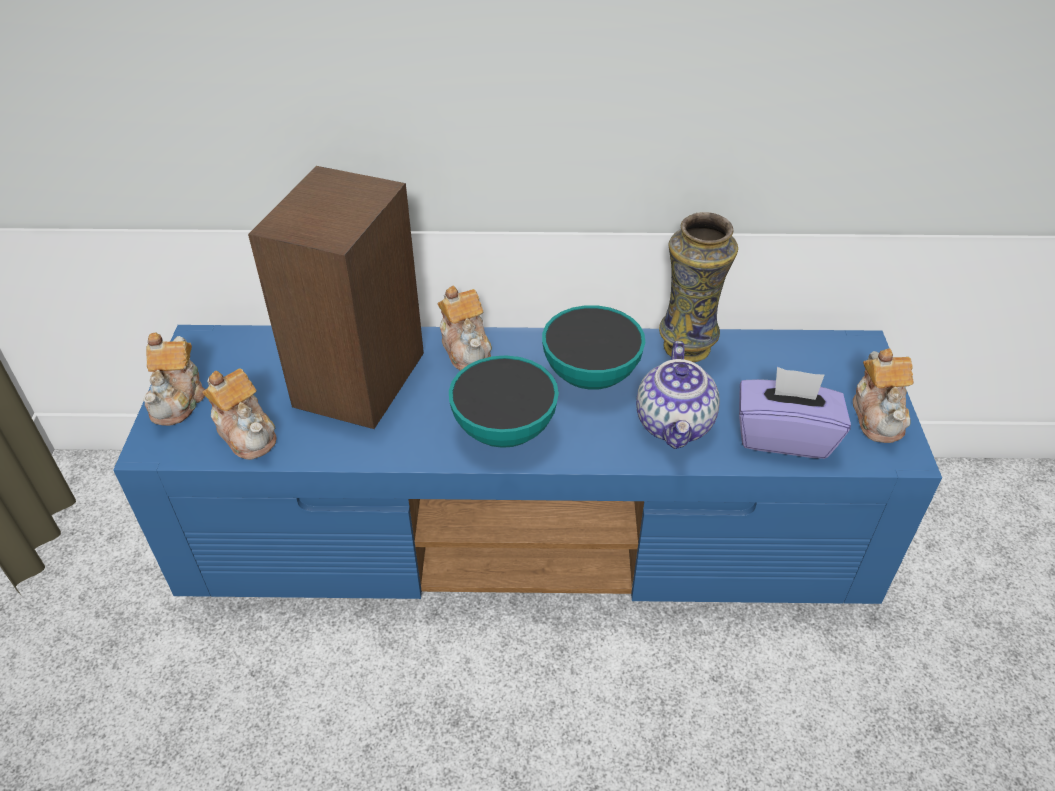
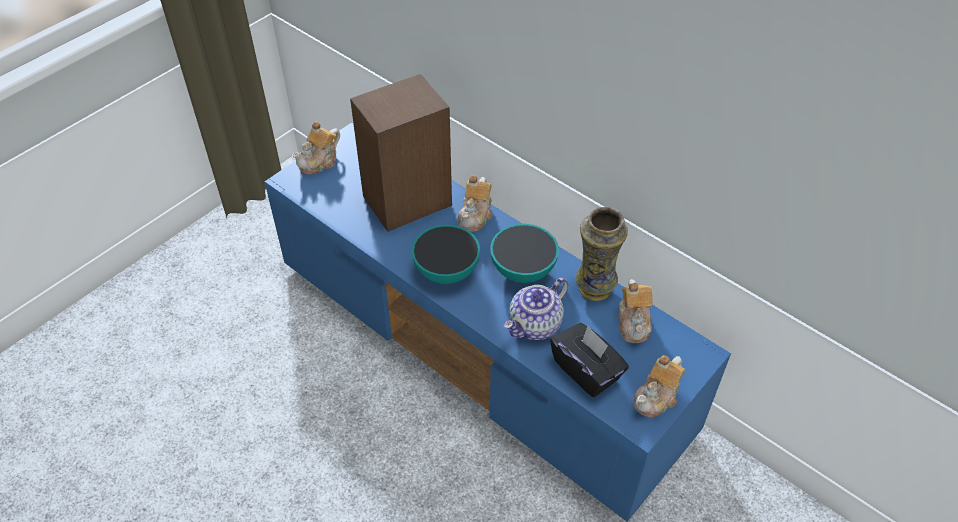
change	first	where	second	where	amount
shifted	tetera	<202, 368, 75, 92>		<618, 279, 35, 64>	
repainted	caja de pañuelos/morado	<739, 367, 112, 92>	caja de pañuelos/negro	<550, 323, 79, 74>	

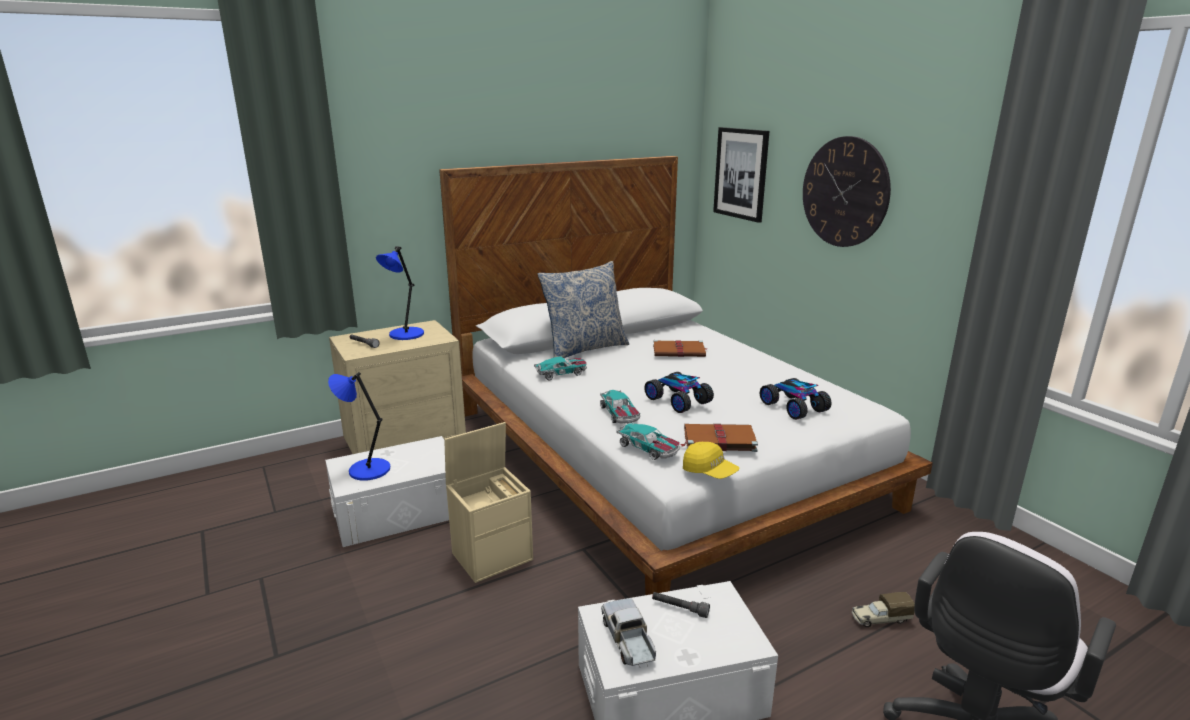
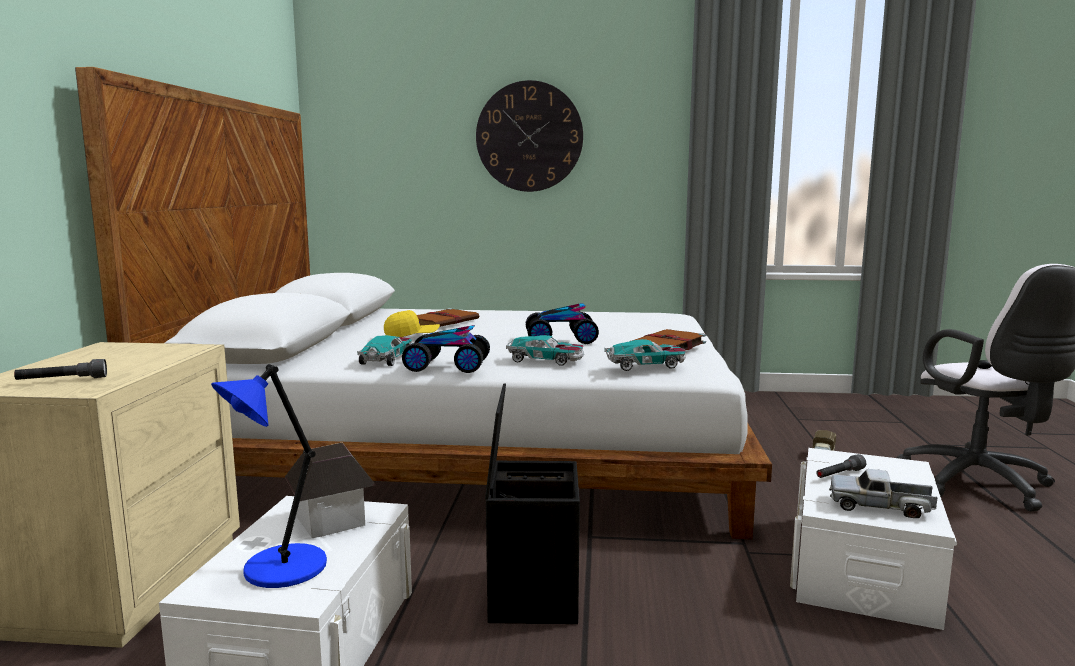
change	first	where	second	where	amount
gone	lámpara de mesa/azul	<376, 246, 48, 94>			
repainted	caja de almacenaje/beis	<444, 422, 89, 161>	caja de almacenaje/negro	<485, 383, 95, 241>	
gone	cojín	<538, 261, 91, 97>			
shifted	gorra/amarillo	<683, 442, 57, 37>		<384, 310, 56, 27>	
gone	cuadro	<713, 127, 56, 96>			
shifted	coche de juguete	<760, 378, 71, 42>		<402, 325, 88, 48>	
new			casita	<285, 443, 91, 95>	

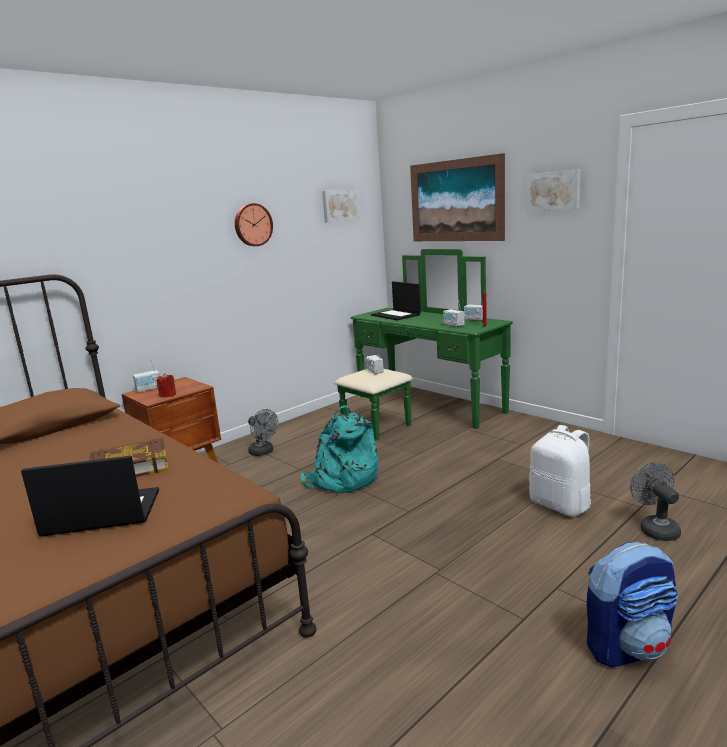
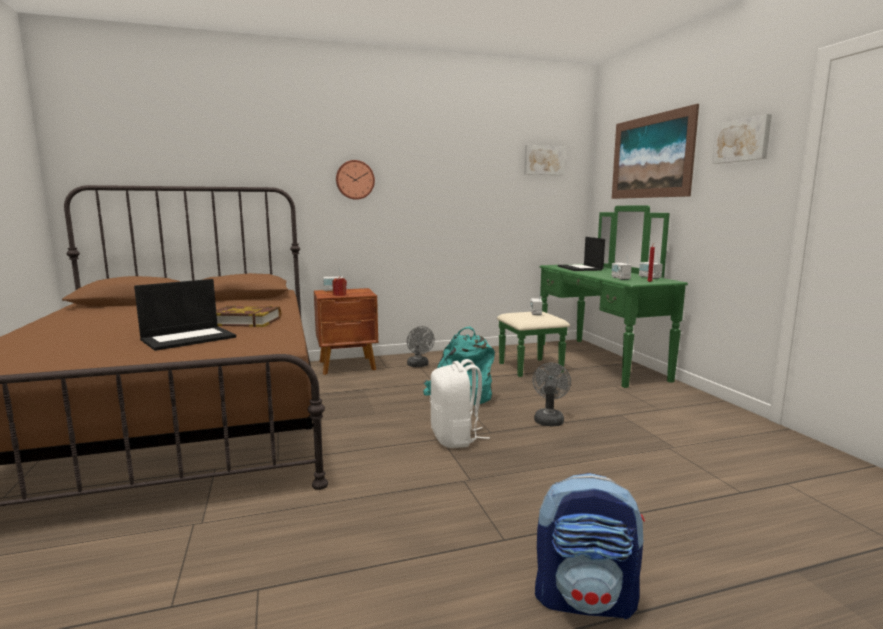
change	first	where	second	where	amount
rotated	portátil	<21, 456, 138, 81>		<134, 279, 102, 72>	120 degrees clockwise
shifted	reloj de pared	<235, 203, 38, 43>		<336, 160, 39, 40>	
shifted	mochila/blanco	<529, 425, 62, 92>		<430, 359, 60, 89>	
shifted	ventilador/gris	<630, 462, 51, 79>		<532, 363, 39, 63>	

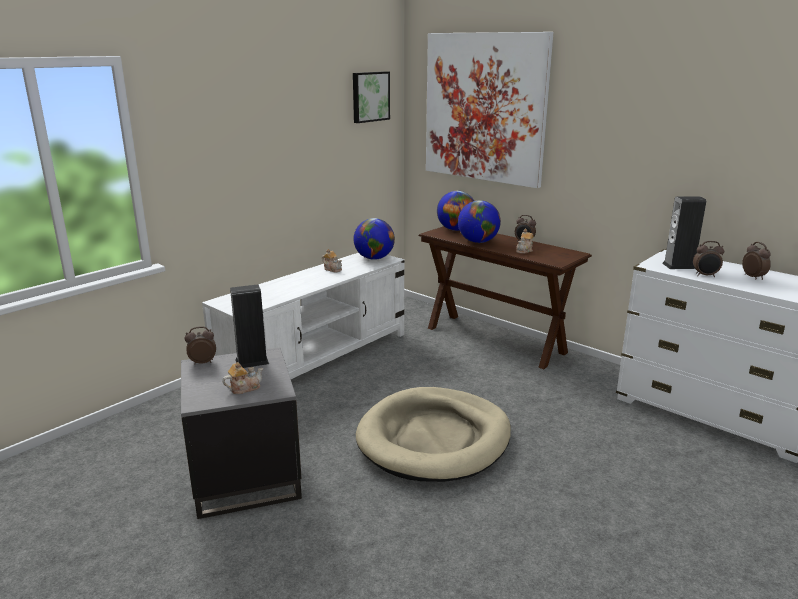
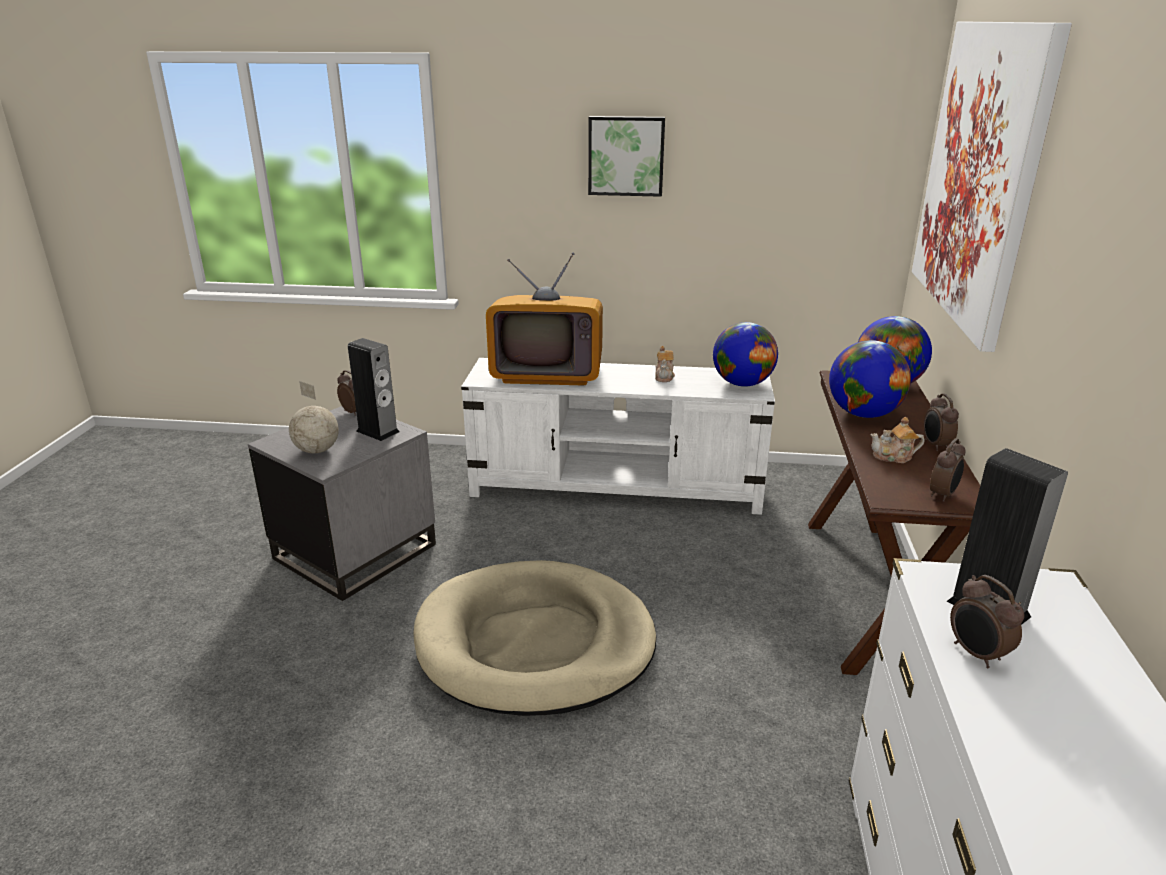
change	first	where	second	where	amount
swapped	tetera	<222, 362, 41, 32>	globo terráqueo	<289, 381, 50, 72>	
shifted	cuadro	<353, 71, 37, 52>		<588, 116, 77, 81>	
shifted	despertador	<742, 242, 29, 38>		<930, 438, 35, 64>	
new			televisor	<486, 252, 117, 133>	

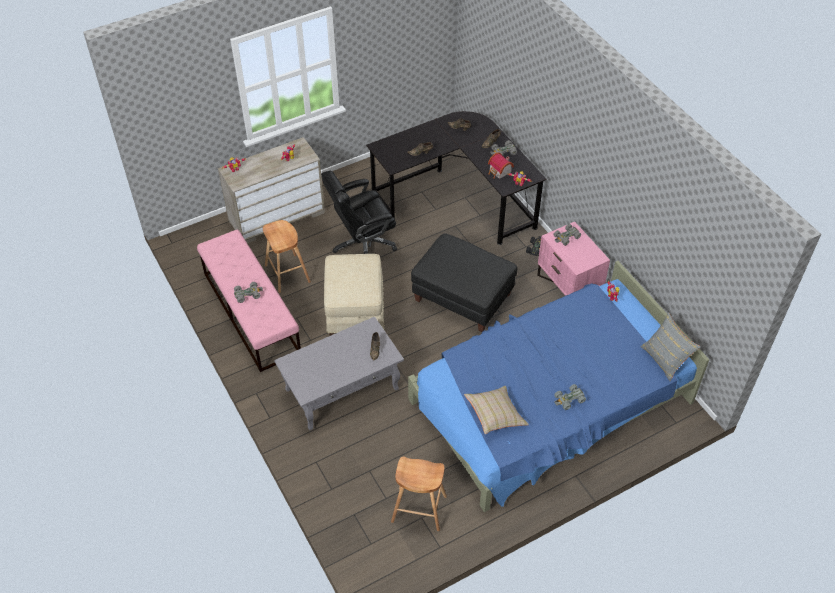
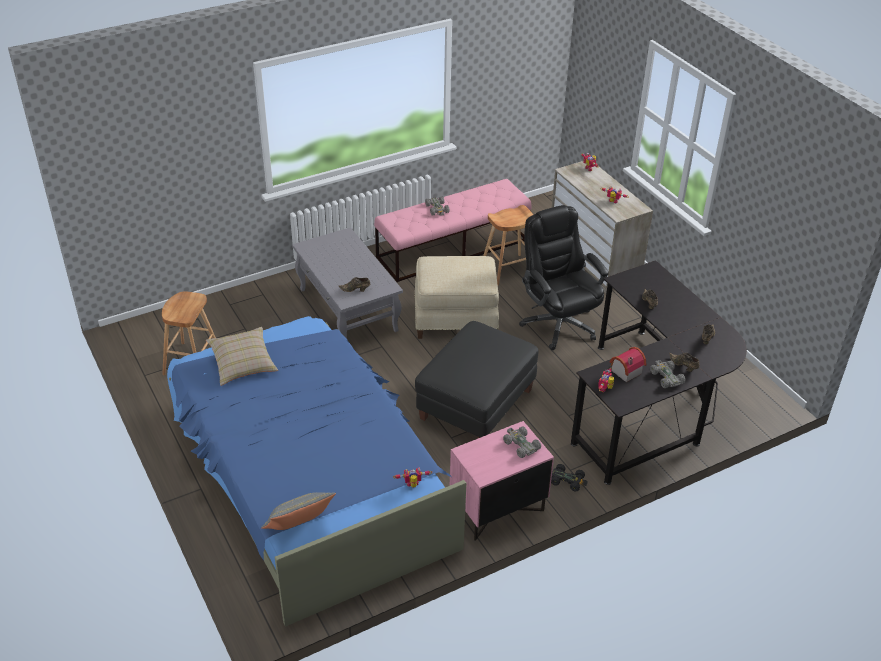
change	first	where	second	where	amount
gone	coche de juguete/gris	<554, 384, 32, 26>			

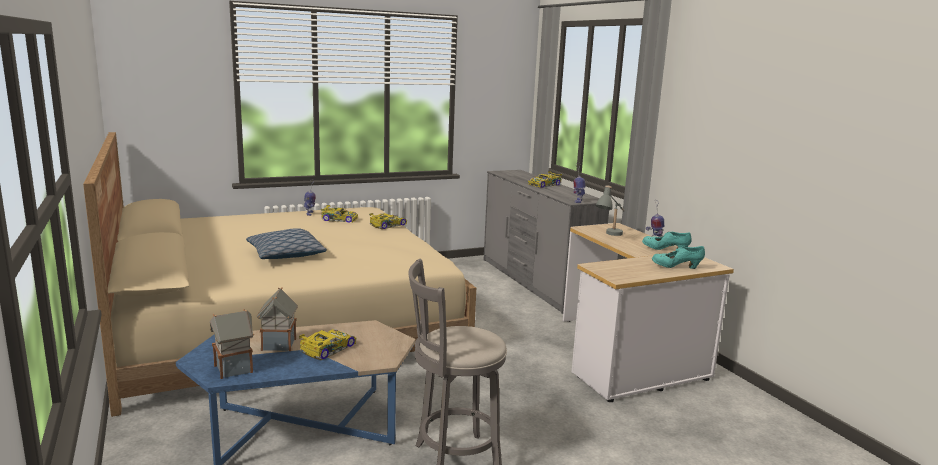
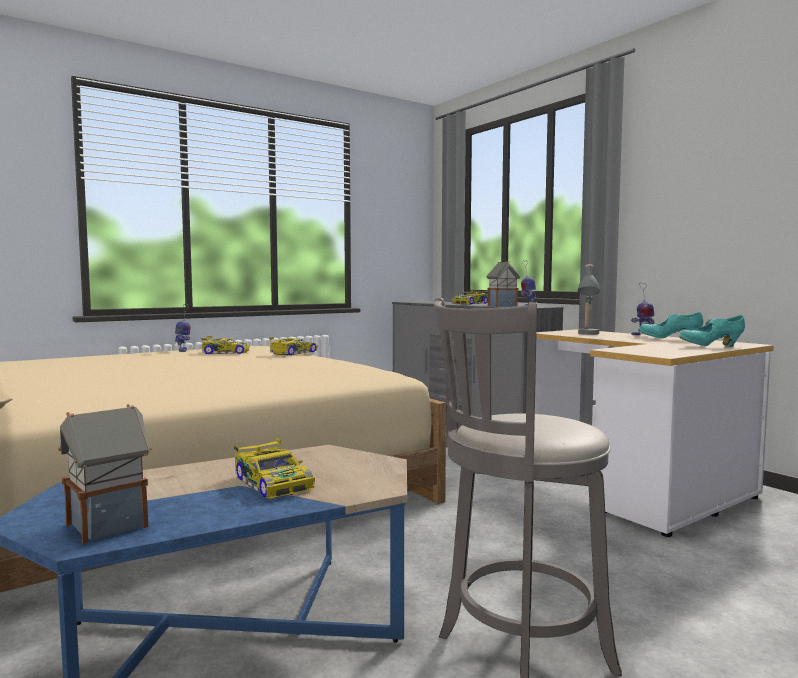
change	first	where	second	where	amount
gone	cojín	<246, 228, 81, 31>			
shifted	casita	<257, 287, 41, 64>		<486, 261, 34, 46>	
rotated	coche de juguete	<299, 329, 57, 31>		<234, 438, 81, 61>	120 degrees clockwise

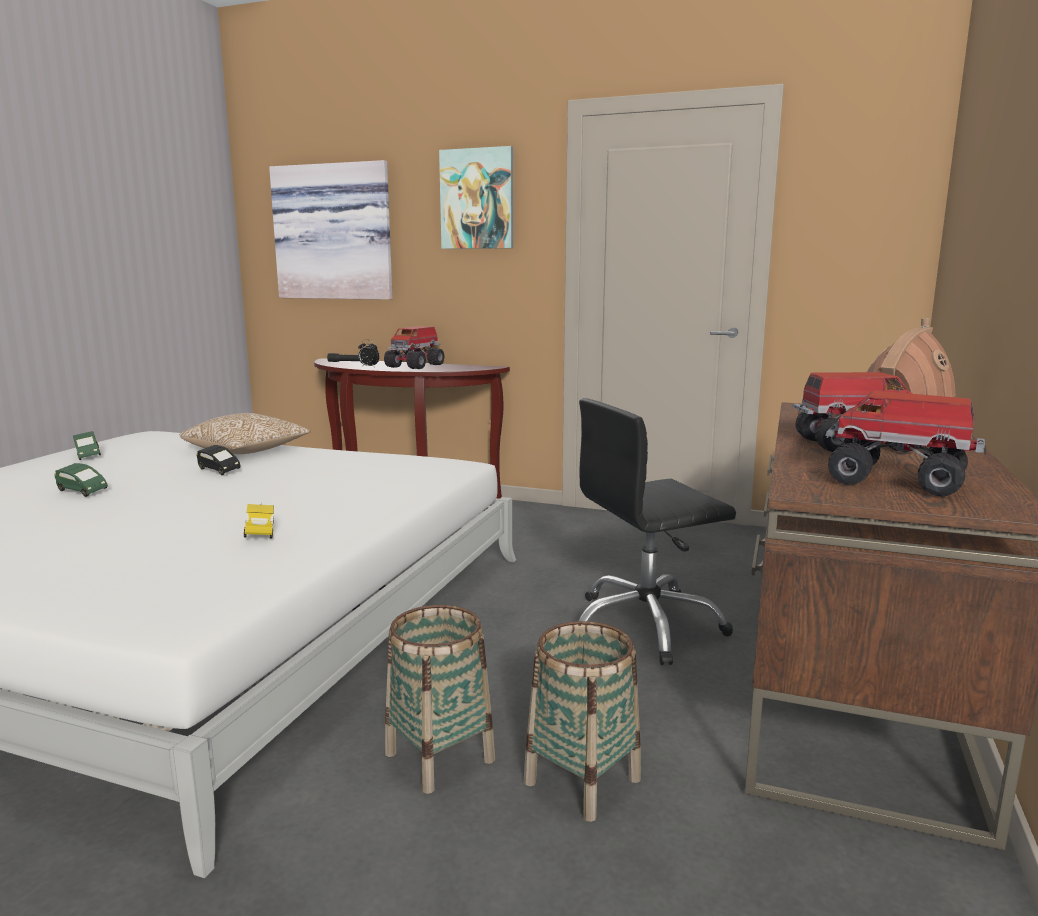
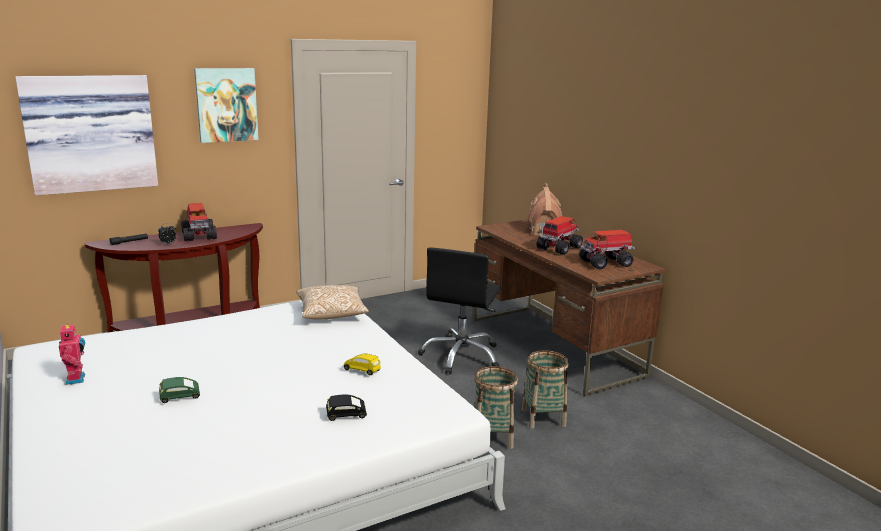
change	first	where	second	where	amount
swapped	coche de juguete/verde	<73, 431, 28, 29>	robot de juguete	<59, 323, 26, 62>	
shifted	cojín	<179, 413, 132, 41>		<297, 285, 72, 35>	
shifted	coche de juguete/negro	<197, 445, 44, 30>		<326, 395, 41, 26>	

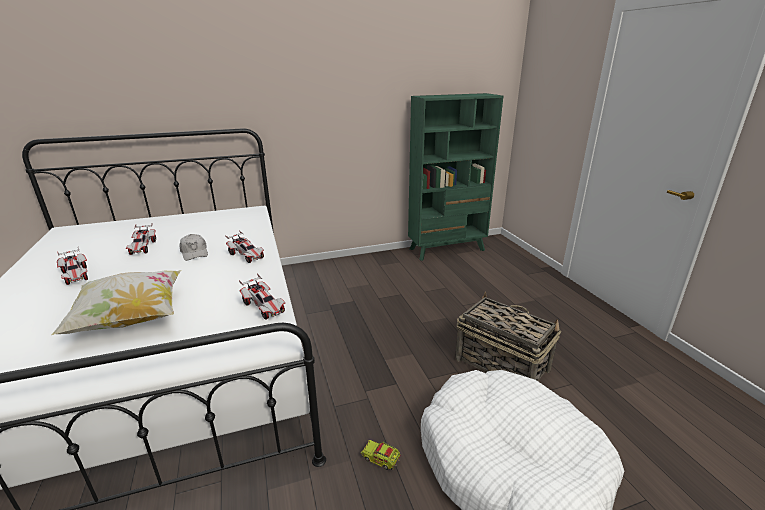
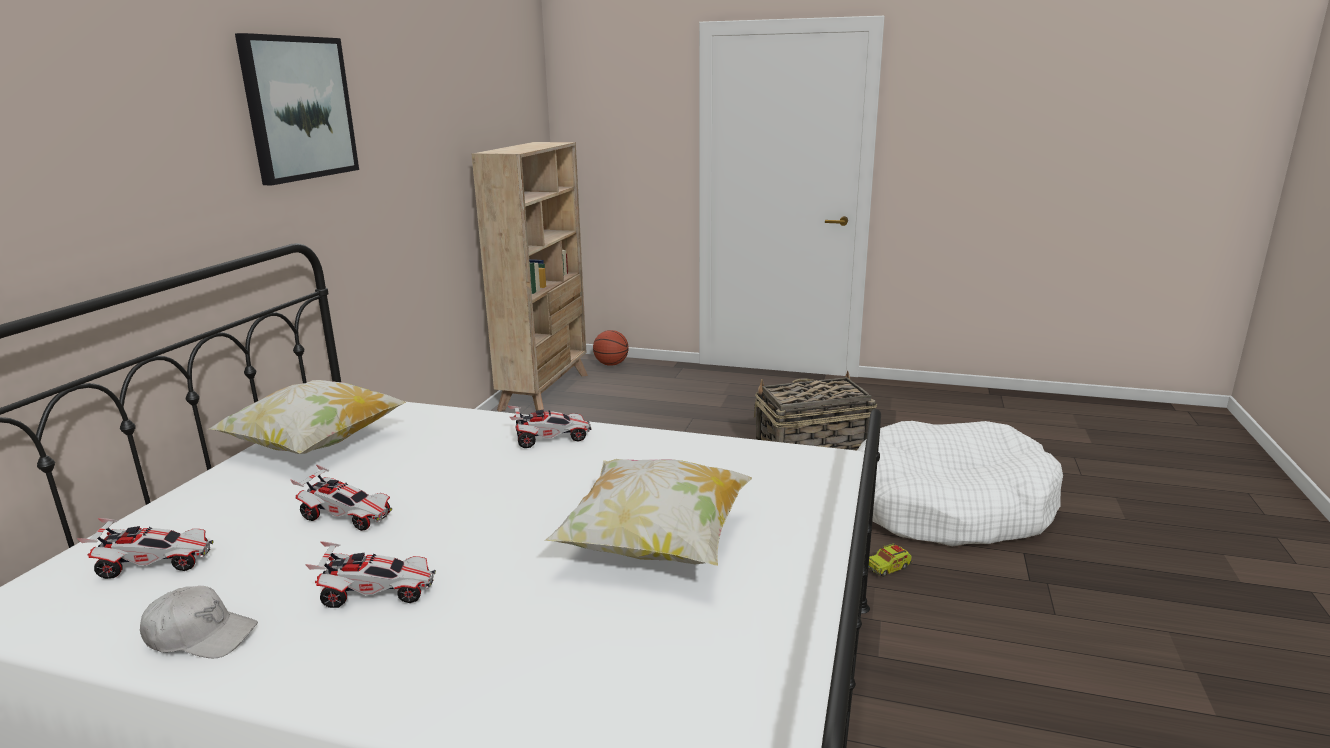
change	first	where	second	where	amount
shifted	gorra/blanco	<179, 234, 29, 27>		<140, 586, 118, 72>	
shifted	coche de juguete	<239, 273, 46, 46>		<77, 518, 137, 61>	
repainted	estantería/verde	<408, 93, 95, 168>	estantería/beis	<472, 142, 116, 270>	
new			cojín	<209, 380, 197, 74>	
new			cuadro	<235, 33, 124, 152>	
new			balón de baloncesto	<593, 330, 36, 36>	

